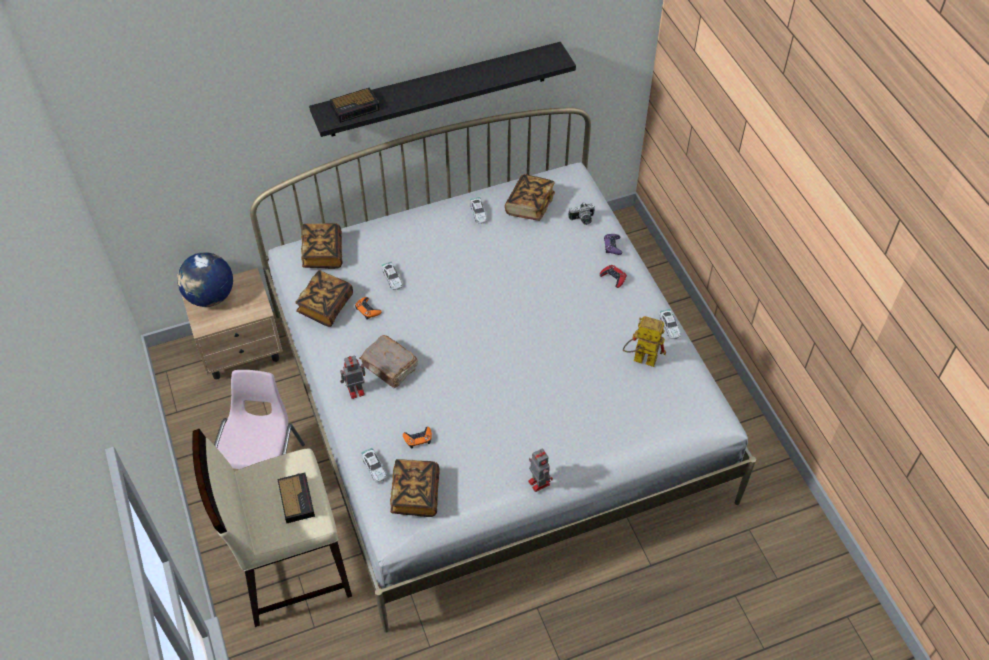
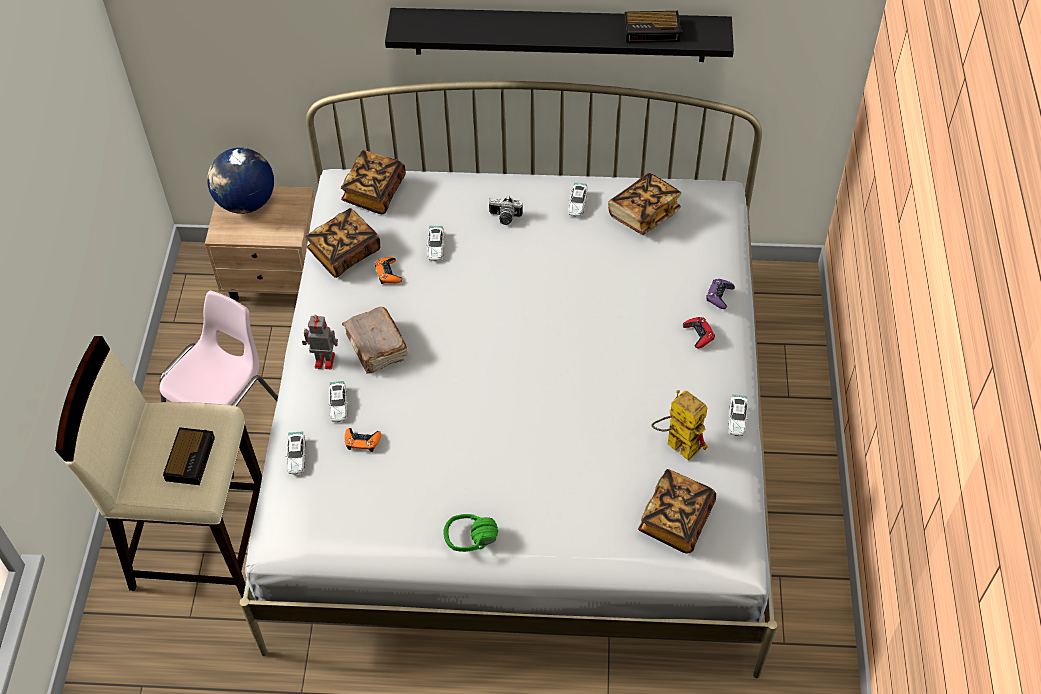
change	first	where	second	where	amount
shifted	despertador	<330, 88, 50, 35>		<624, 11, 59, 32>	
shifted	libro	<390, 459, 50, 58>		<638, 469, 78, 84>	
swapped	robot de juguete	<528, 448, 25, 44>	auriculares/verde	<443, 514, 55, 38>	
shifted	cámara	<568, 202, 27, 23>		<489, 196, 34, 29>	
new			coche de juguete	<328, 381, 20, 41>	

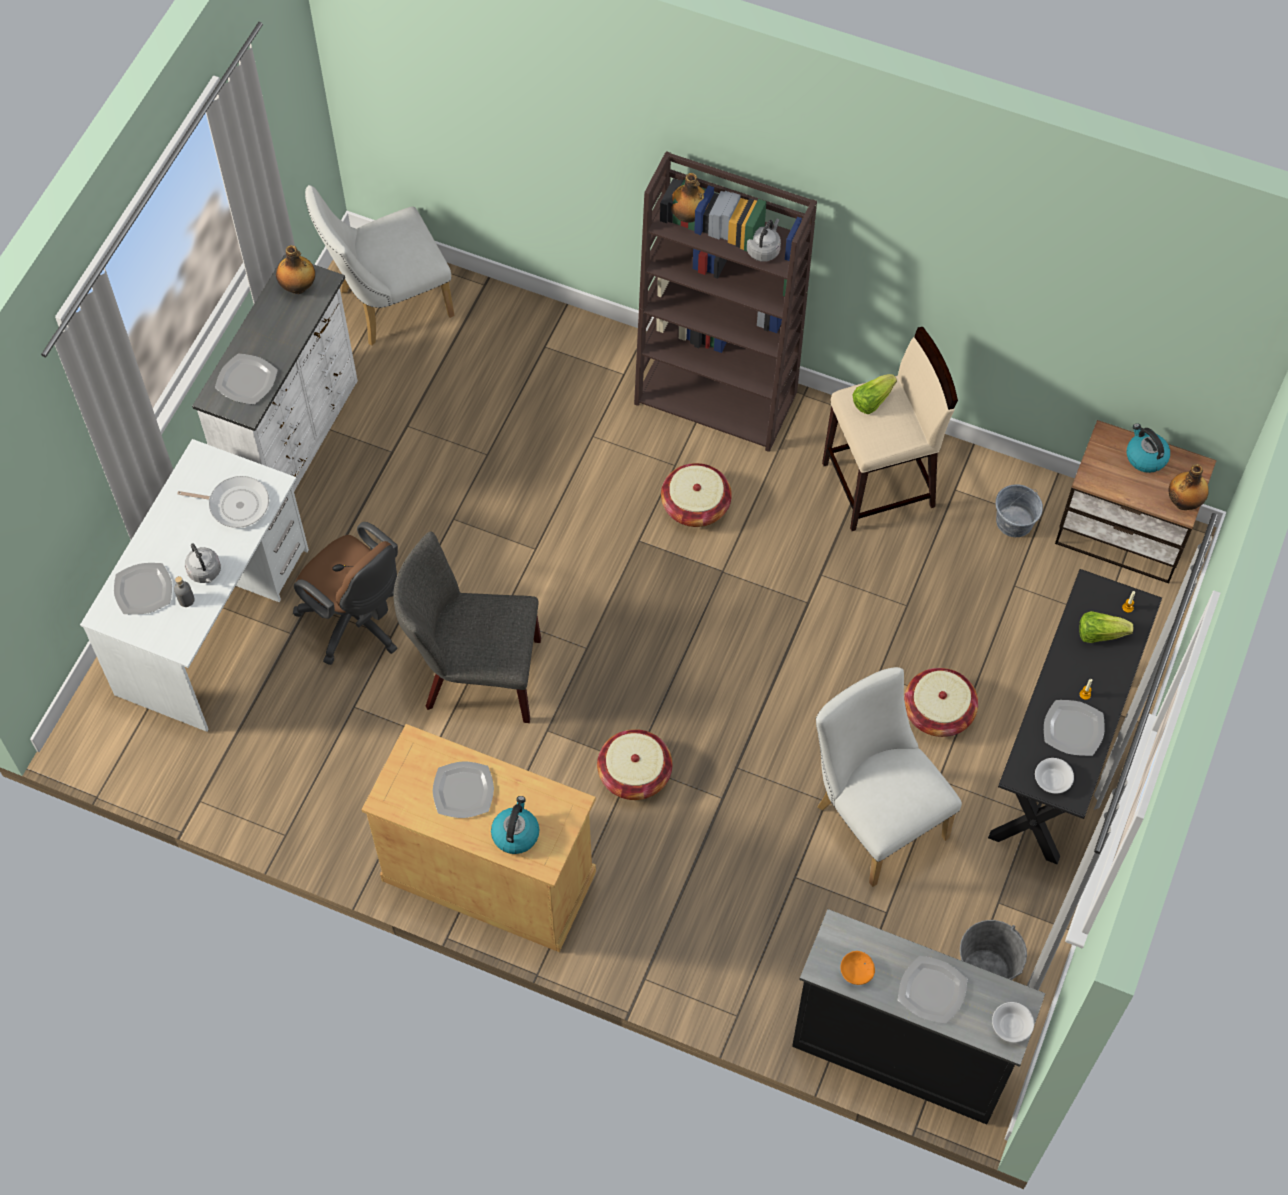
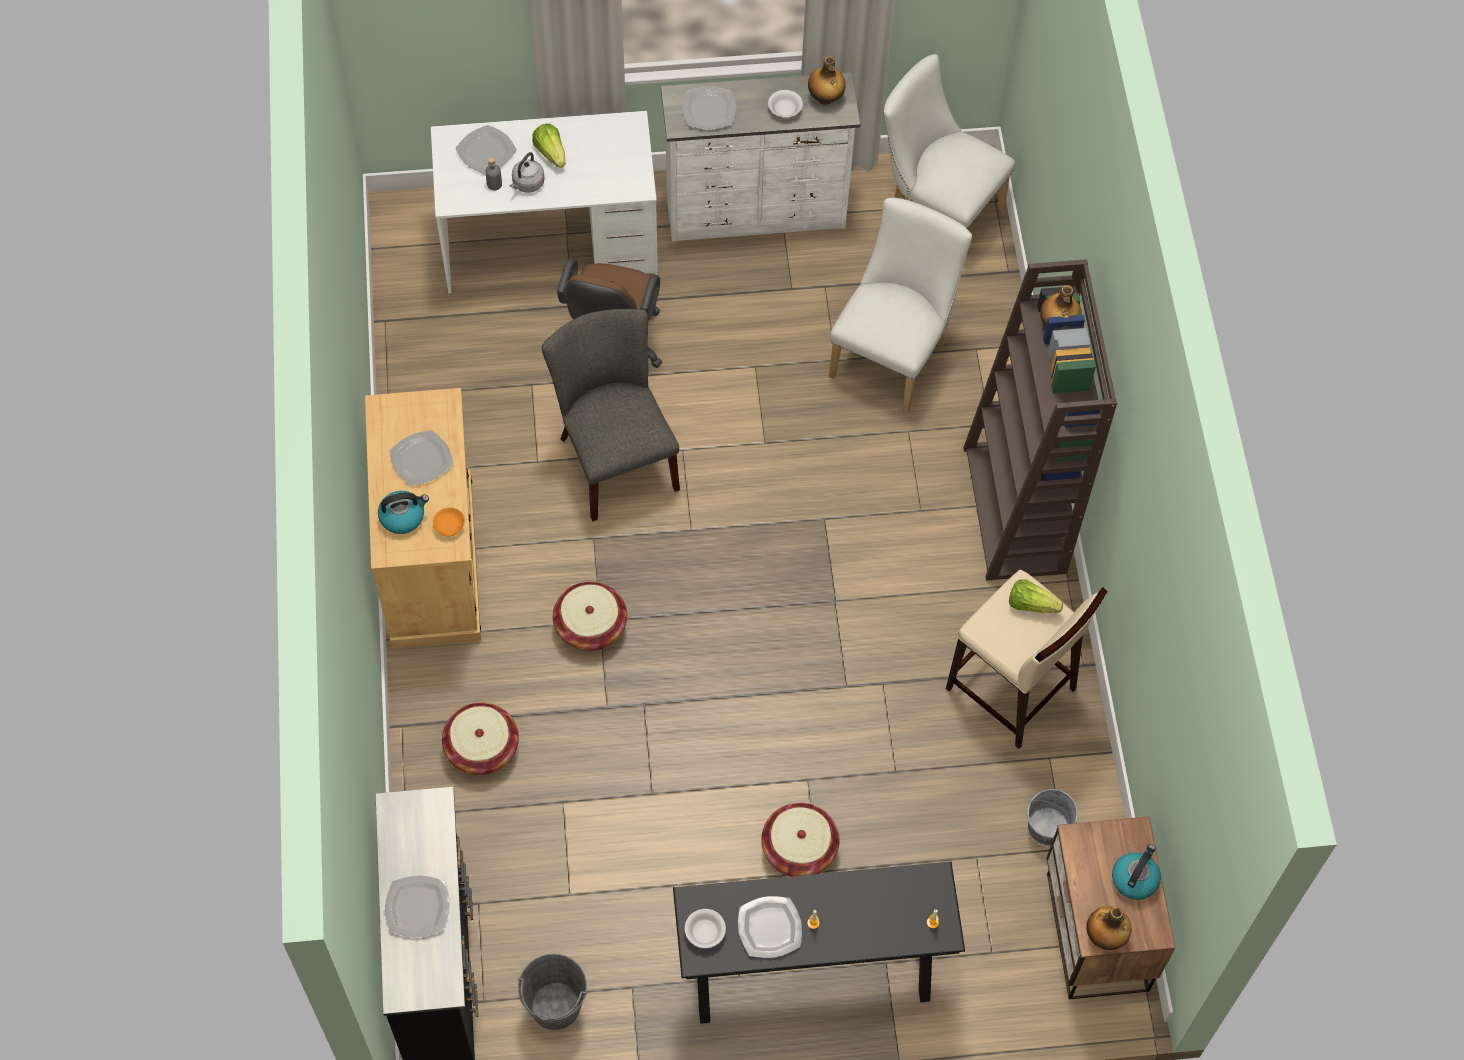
change	first	where	second	where	amount
gone	sartén	<177, 476, 92, 52>			
shifted	cesta	<661, 463, 71, 64>		<442, 703, 77, 72>	
gone	hervidor/gris	<747, 219, 34, 43>			
shifted	silla/blanco	<816, 667, 146, 220>		<829, 198, 143, 215>	
shifted	cuenco/naranja	<840, 951, 35, 34>		<433, 507, 32, 29>	
shifted	cuenco/blanco	<992, 1002, 42, 41>		<768, 90, 35, 27>	
shifted	lechuga	<1079, 611, 55, 32>		<532, 124, 34, 44>	

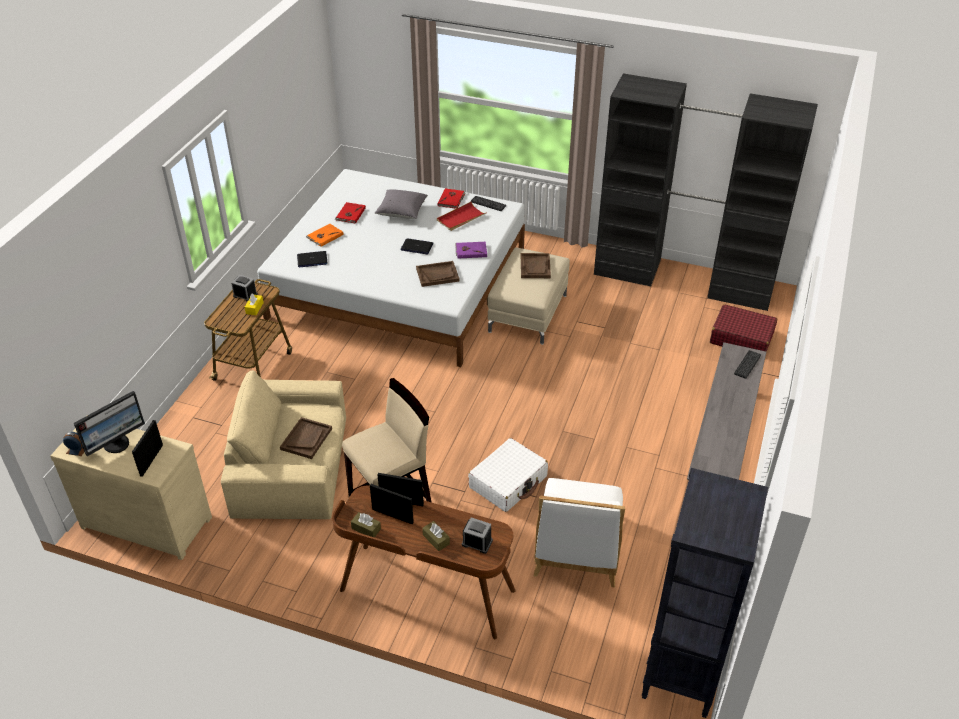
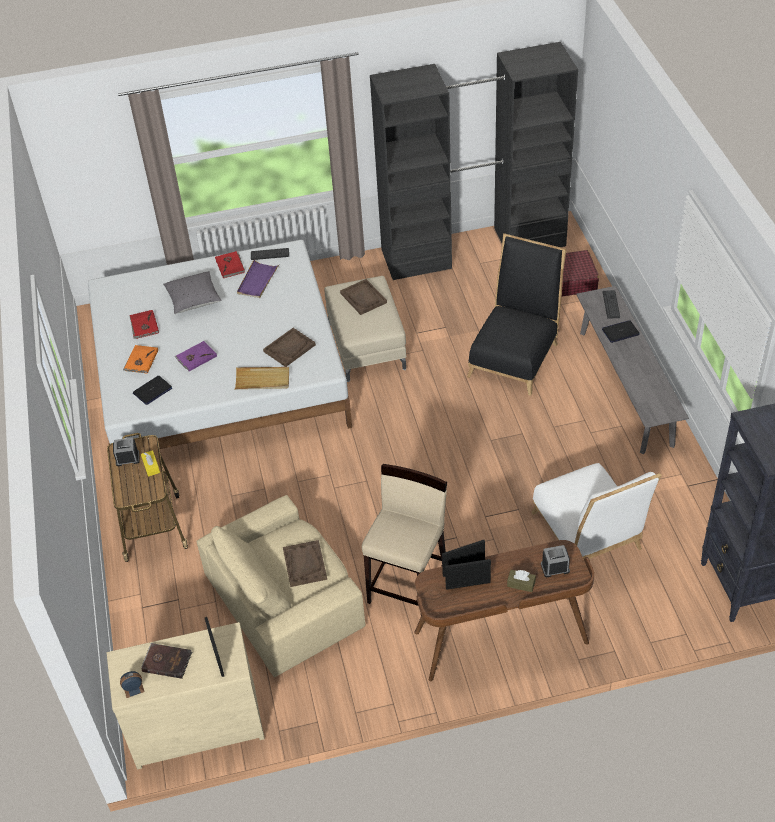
change	first	where	second	where	amount
swapped	monitor	<74, 391, 71, 65>	libro/marrón	<141, 643, 51, 36>	
gone	caja de pañuelos/marrón	<351, 512, 30, 25>			
shifted	portátil	<401, 238, 33, 16>		<602, 320, 38, 23>	
repainted	bandeja/rojo	<437, 202, 50, 29>	bandeja/morado	<237, 259, 42, 39>	
shifted	libro/morado	<455, 242, 32, 16>		<175, 341, 42, 30>	
gone	maleta/blanco	<468, 438, 80, 74>			
new			bandeja/beis	<235, 367, 54, 23>	
new			silla/negro	<467, 233, 99, 163>	

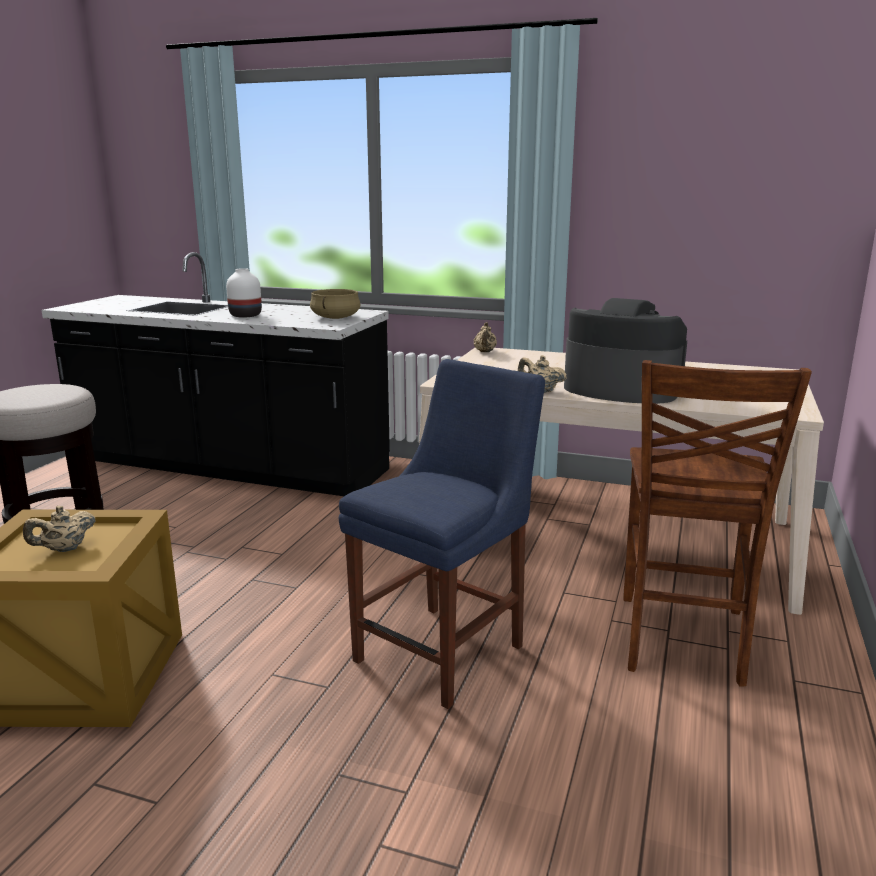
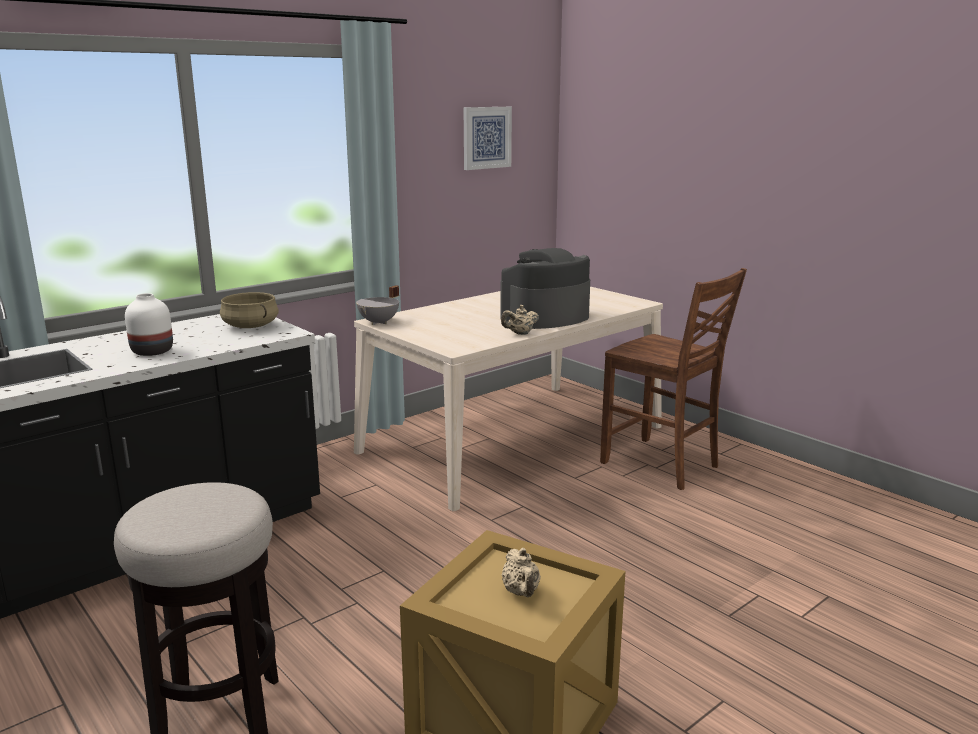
change	first	where	second	where	amount
gone	silla/azul	<339, 359, 206, 350>			
swapped	tetera/beis	<474, 322, 23, 30>	olla/gris	<356, 285, 43, 40>	
new			cuadro	<464, 107, 48, 63>	

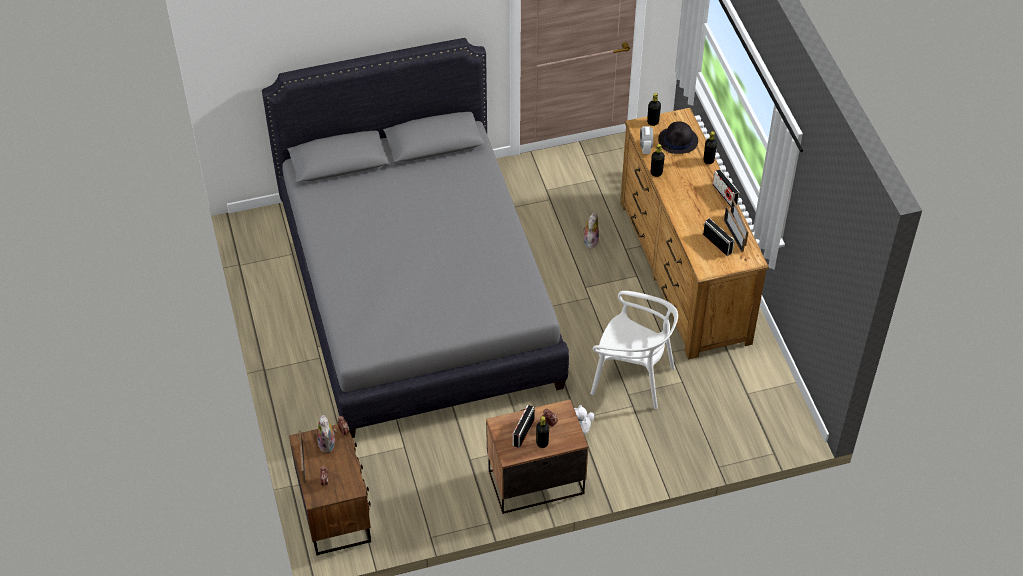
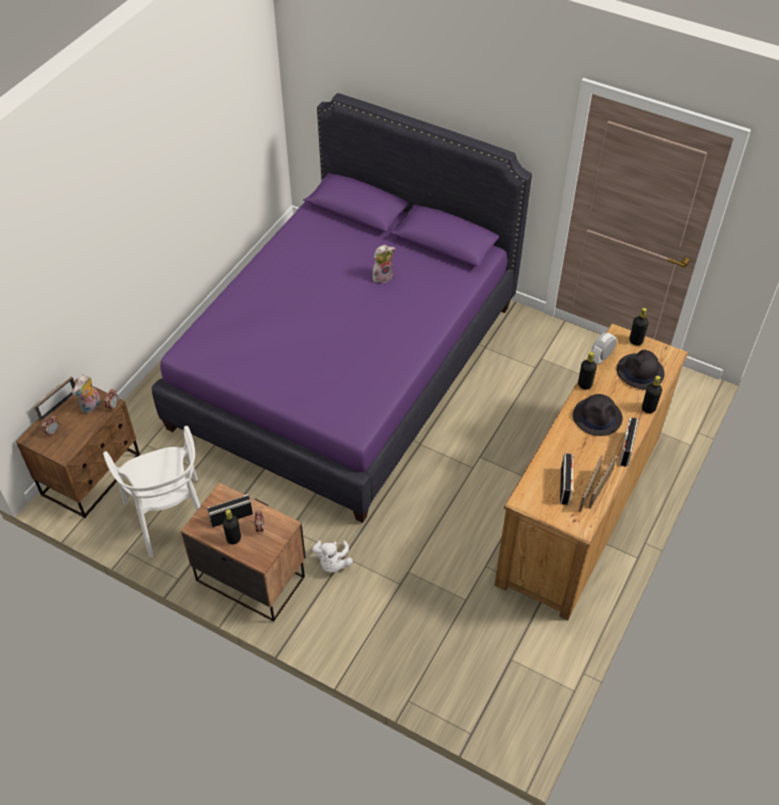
change	first	where	second	where	amount
repainted	cama/gris	<262, 38, 307, 400>	cama/morado	<152, 93, 380, 430>	
shifted	peluche	<582, 212, 17, 37>		<372, 245, 23, 38>	
shifted	silla/blanco	<590, 291, 88, 119>		<103, 426, 97, 132>	
new			sombrero/negro	<573, 394, 50, 42>	

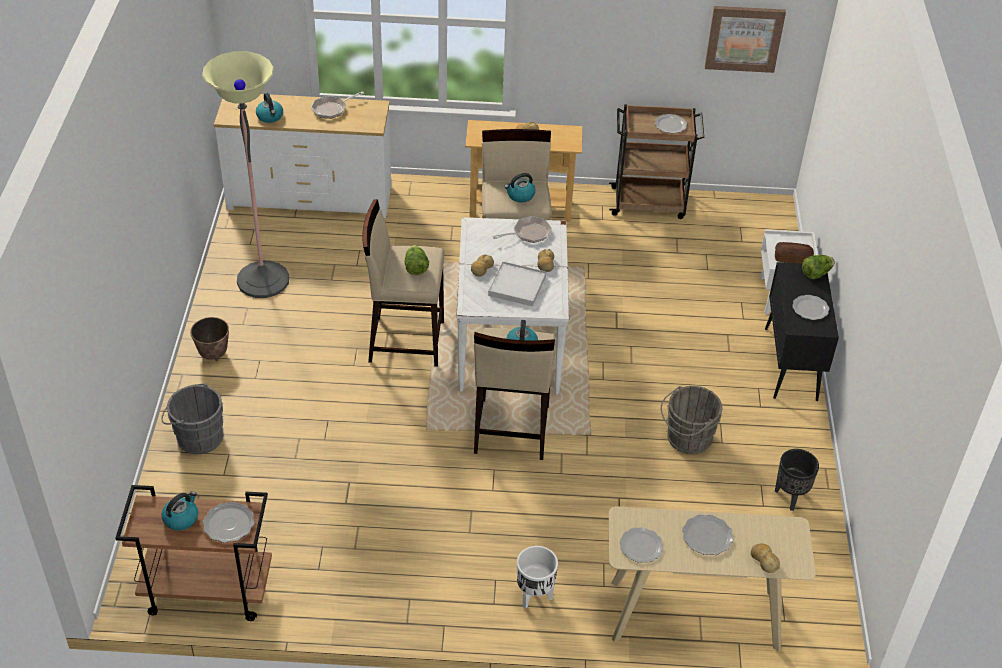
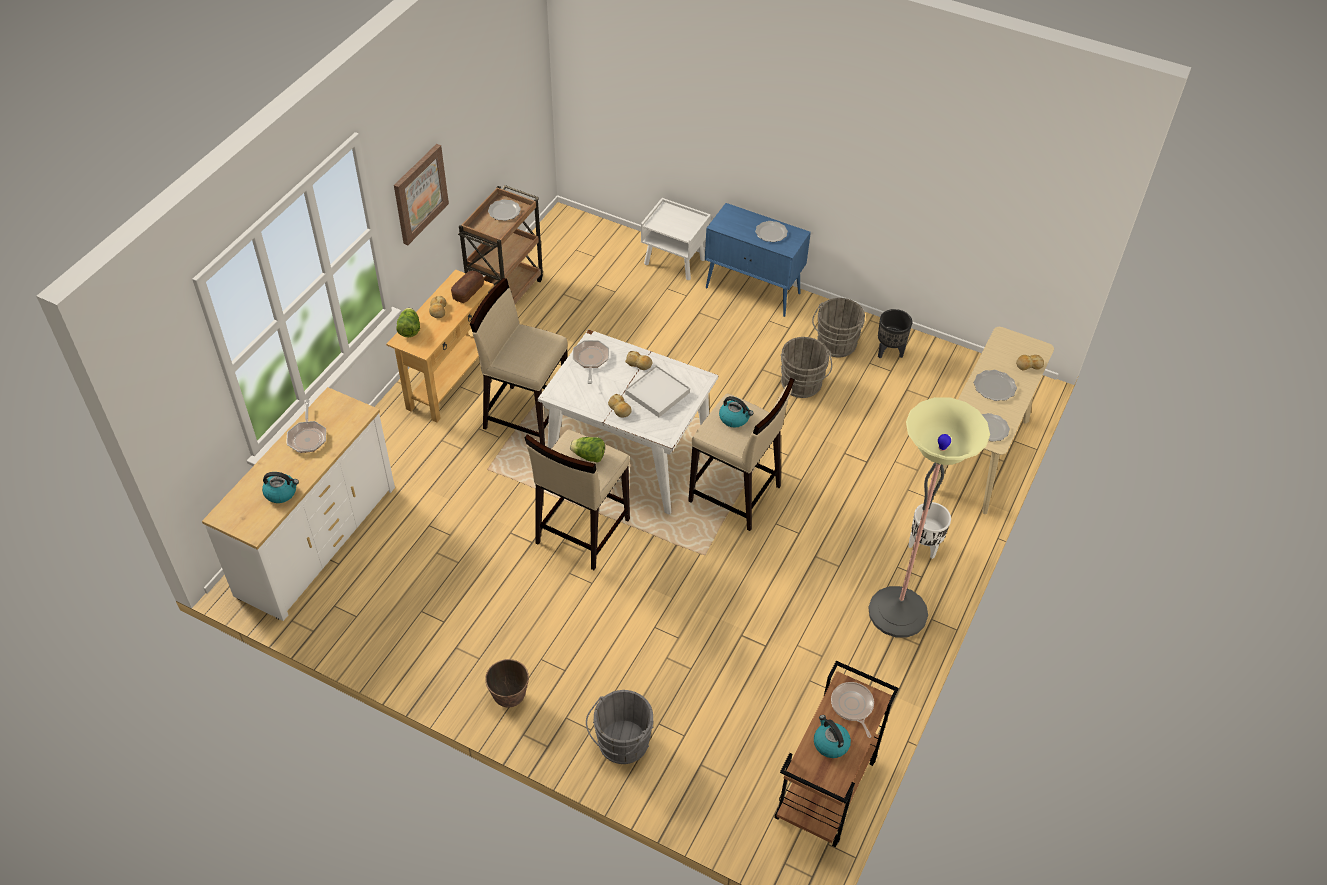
change	first	where	second	where	amount
shifted	lámpara de pie	<202, 51, 87, 247>		<868, 397, 122, 241>	
swapped	plato	<203, 502, 52, 41>	sartén	<831, 682, 43, 56>	
gone	hervidor	<504, 173, 31, 30>			
shifted	cuadro	<705, 6, 81, 67>		<394, 144, 55, 101>	
repainted	armario/negro	<765, 262, 74, 139>	armario/azul	<705, 203, 106, 114>	
shifted	pan	<775, 242, 39, 22>		<451, 271, 33, 32>	
shifted	lechuga	<802, 255, 33, 24>		<397, 308, 23, 29>	
new			cubo/gris	<812, 298, 53, 60>	

